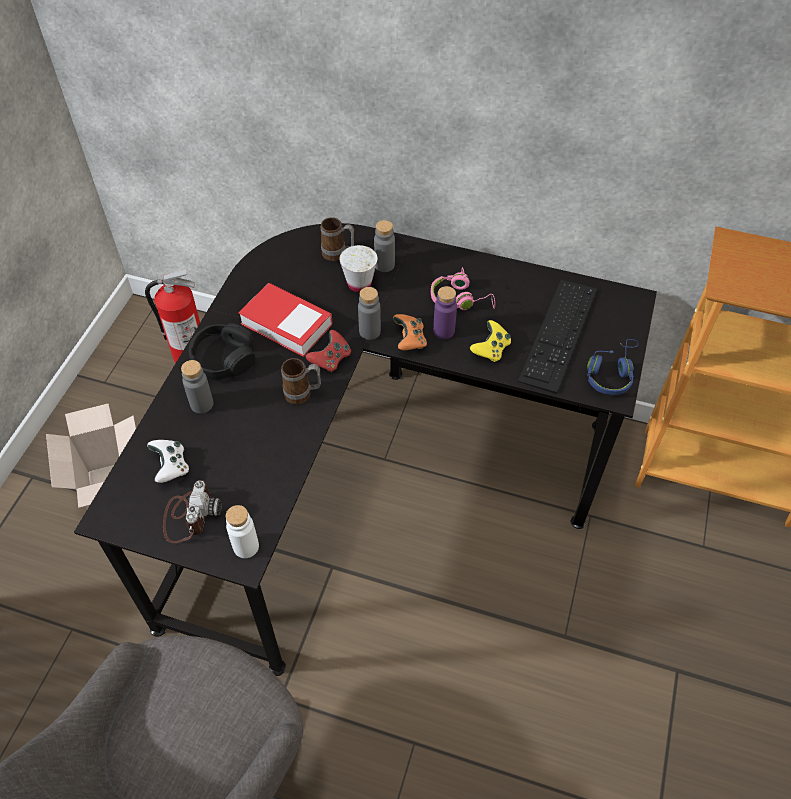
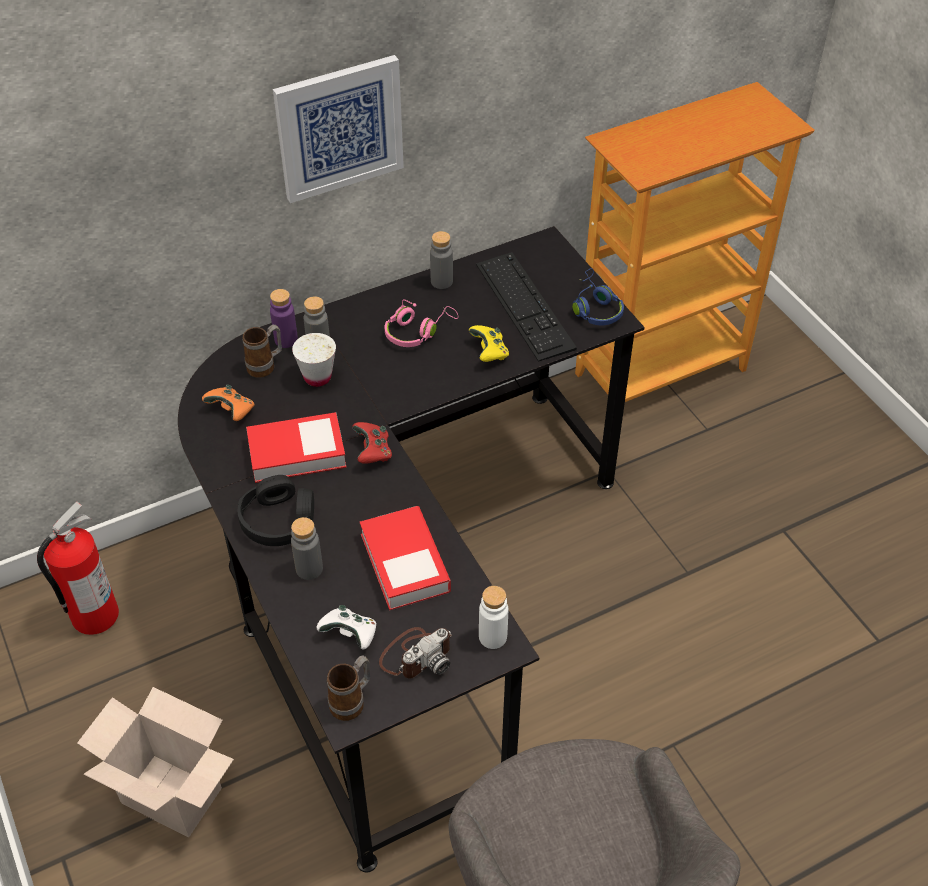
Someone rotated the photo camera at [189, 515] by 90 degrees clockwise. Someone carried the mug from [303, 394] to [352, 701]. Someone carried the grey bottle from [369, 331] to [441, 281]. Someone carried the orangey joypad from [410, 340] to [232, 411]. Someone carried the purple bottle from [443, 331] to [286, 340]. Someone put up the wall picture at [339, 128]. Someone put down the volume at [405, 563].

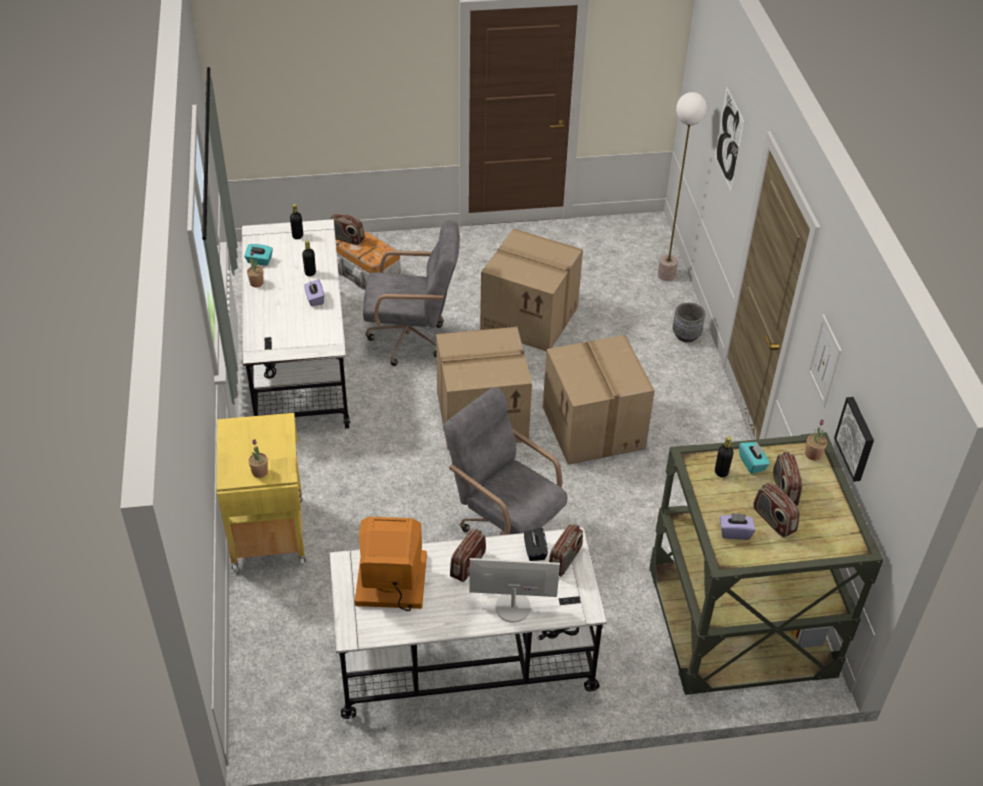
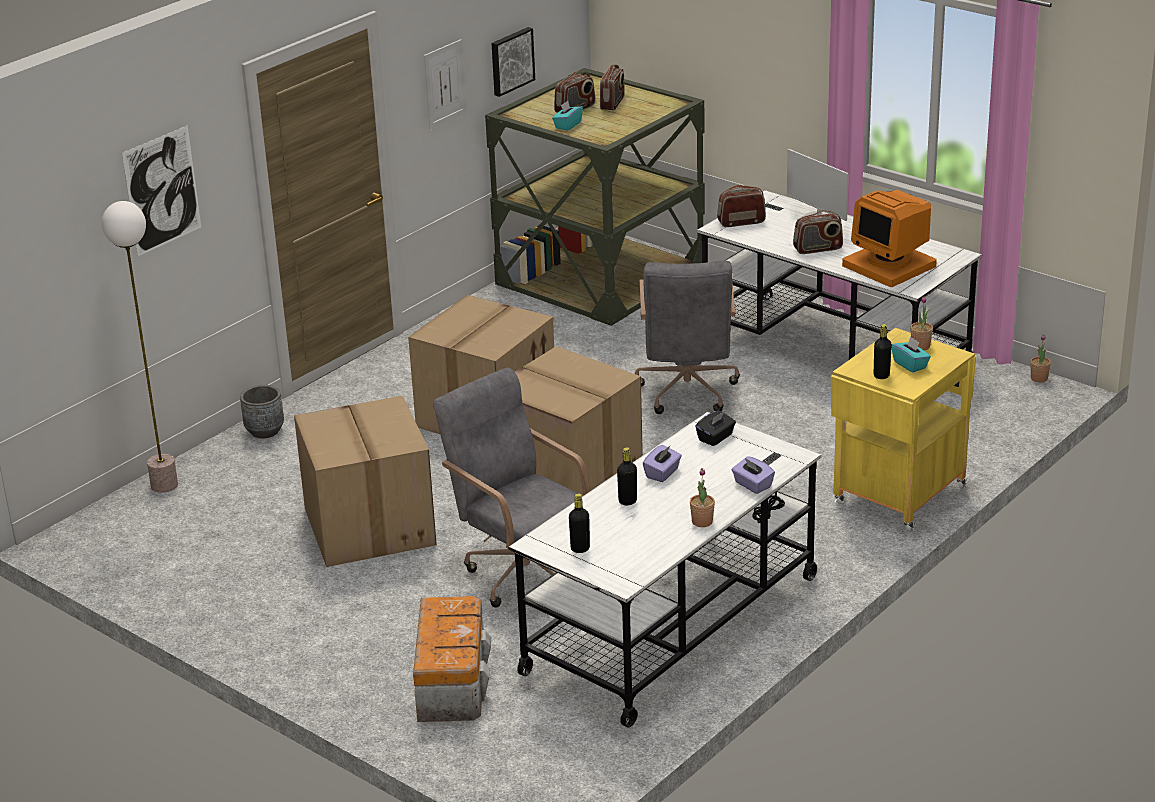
Someone carried the blue-green box of tissues from [259, 261] to [910, 365]. Someone took away the radio at [347, 239]. Someone carried the blackish box of tissues from [534, 551] to [716, 438]. Someone carried the blackish bottle from [721, 472] to [881, 375]. Someone carried the purple box of tissues from [735, 532] to [752, 485]. Someone carried the potted plant from [813, 454] to [1039, 378].

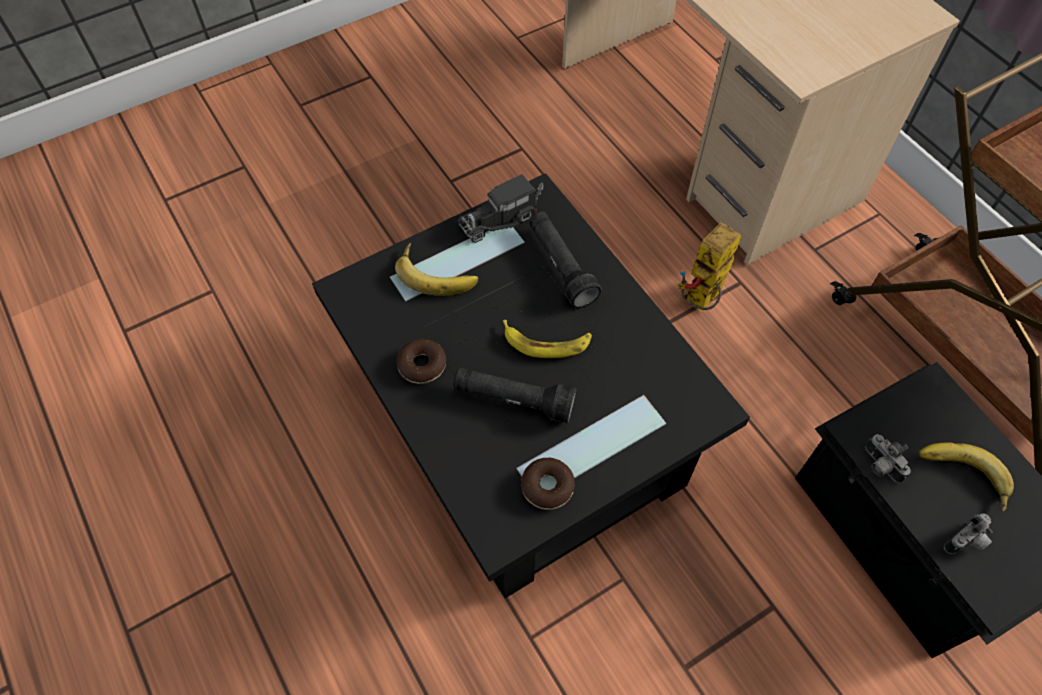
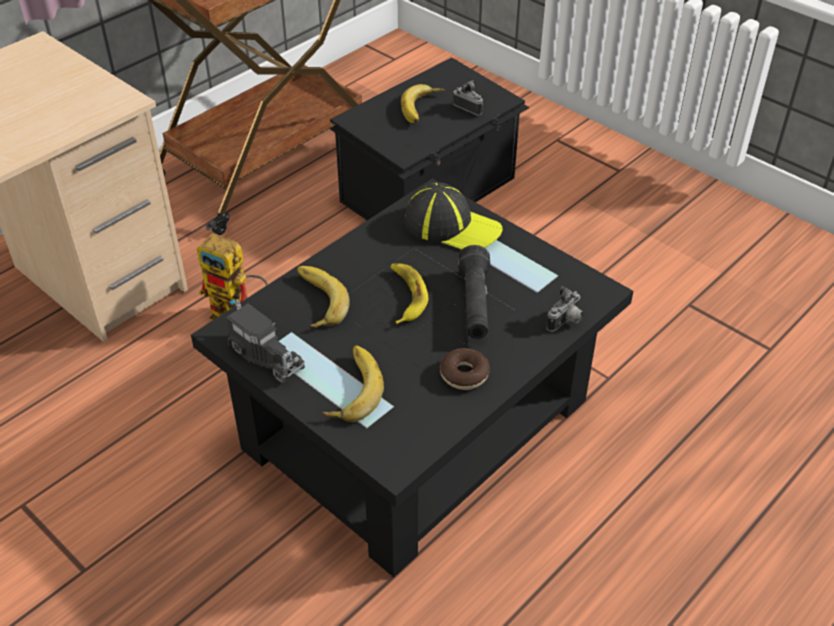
Someone took away the doughnut at [547, 487]. Someone swapped the blackish flashlight at [560, 266] for the banana fruit at [315, 301]. Someone carried the photo camera from [879, 466] to [566, 322]. Someone put down the baseball cap at [452, 226].

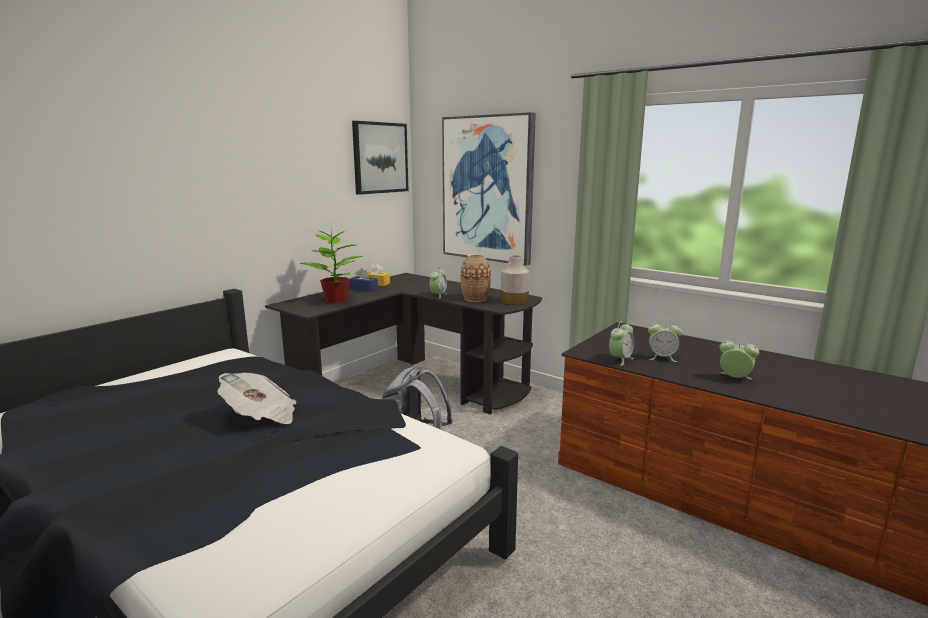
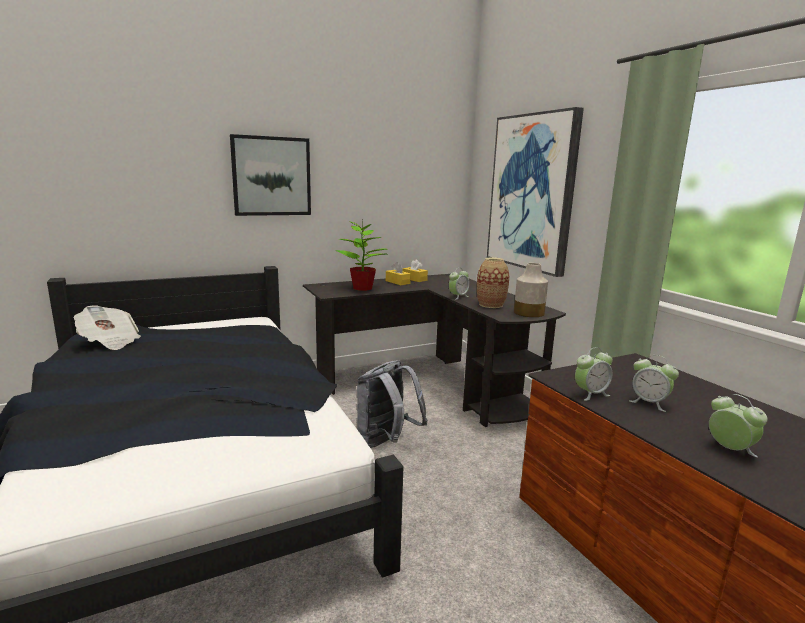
Someone carried the newspaper from [261, 416] to [110, 342]. Someone repainted the bluish box of tissues at [363, 289], which became the yellow box of tissues at [397, 282]. Someone carried the wall picture from [380, 158] to [271, 176].

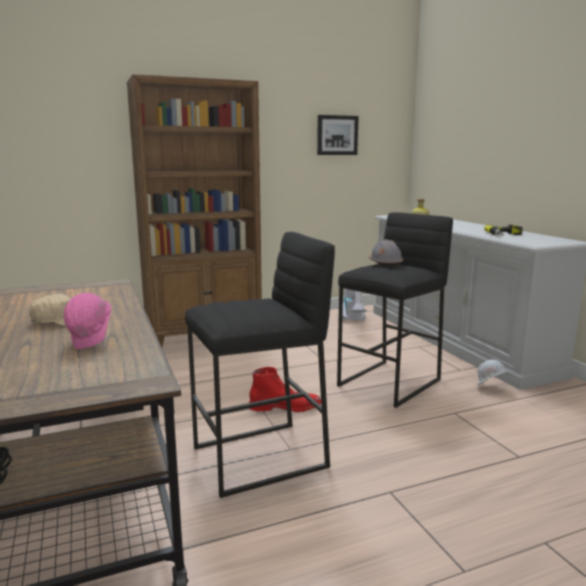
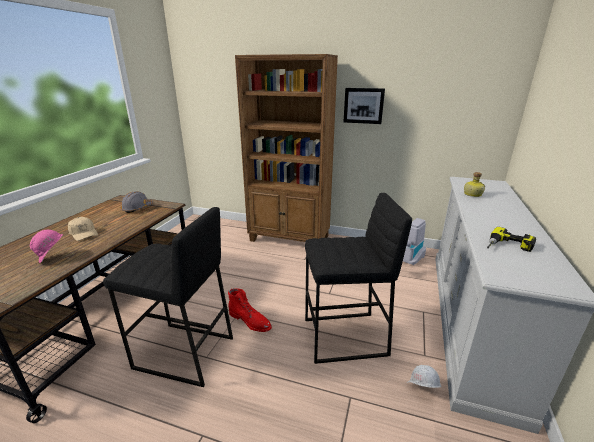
Someone carried the wall picture from [337, 135] to [363, 105]. Someone carried the grey hard hat from [385, 263] to [137, 208].

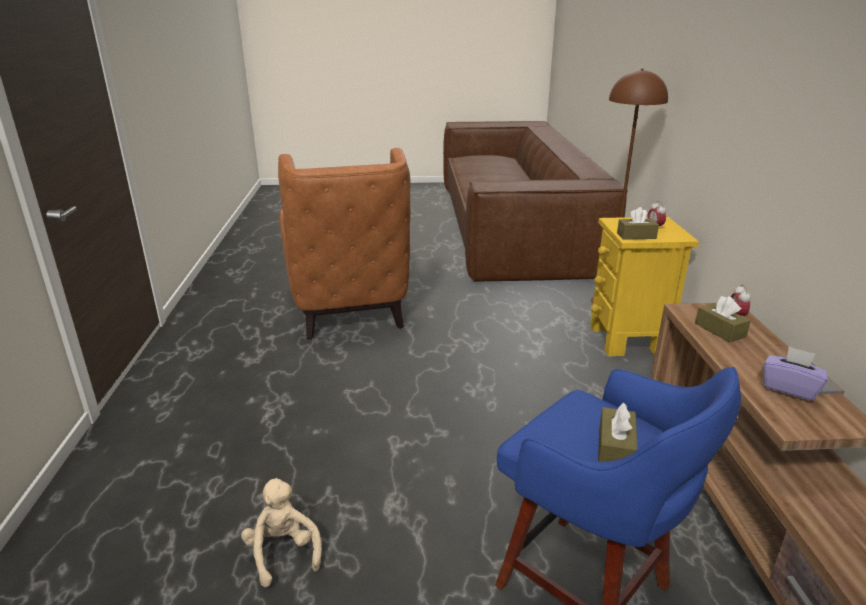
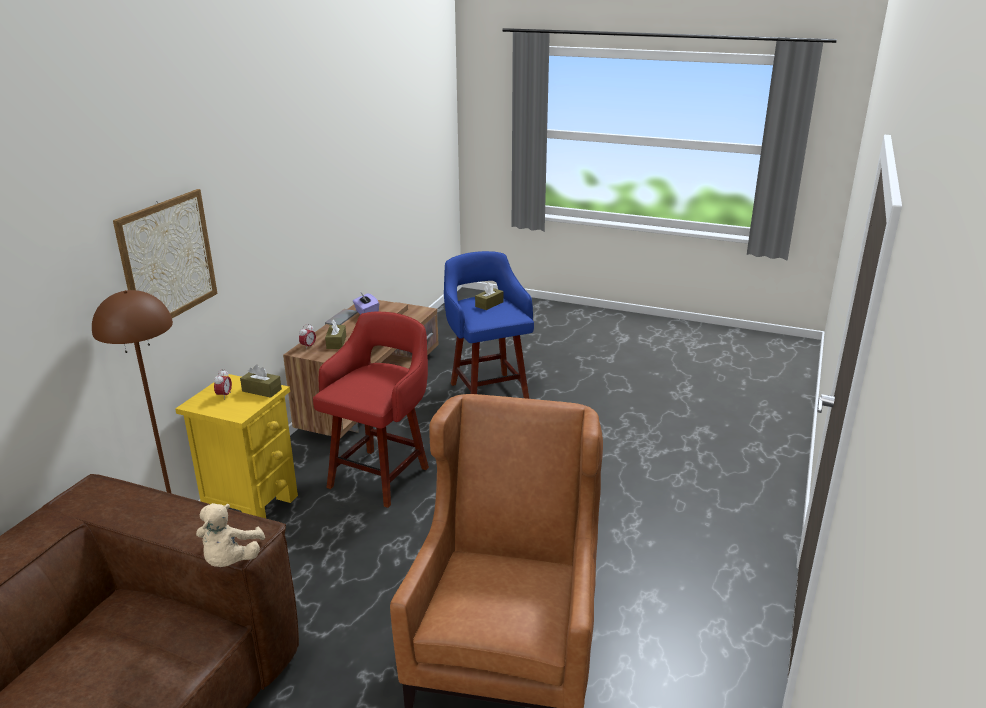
Someone carried the beige soft toy from [283, 552] to [231, 561]. Someone put up the wall picture at [167, 258]. Someone put down the red stool at [382, 475].

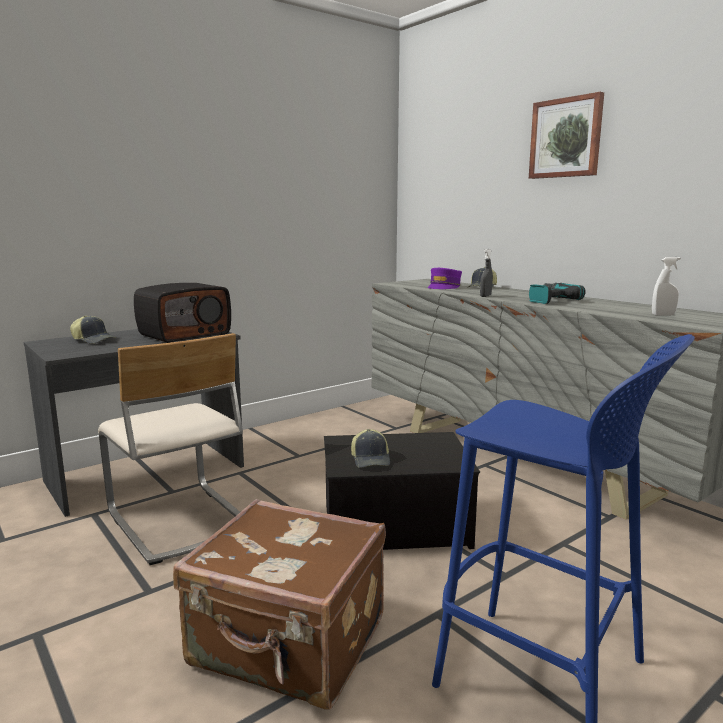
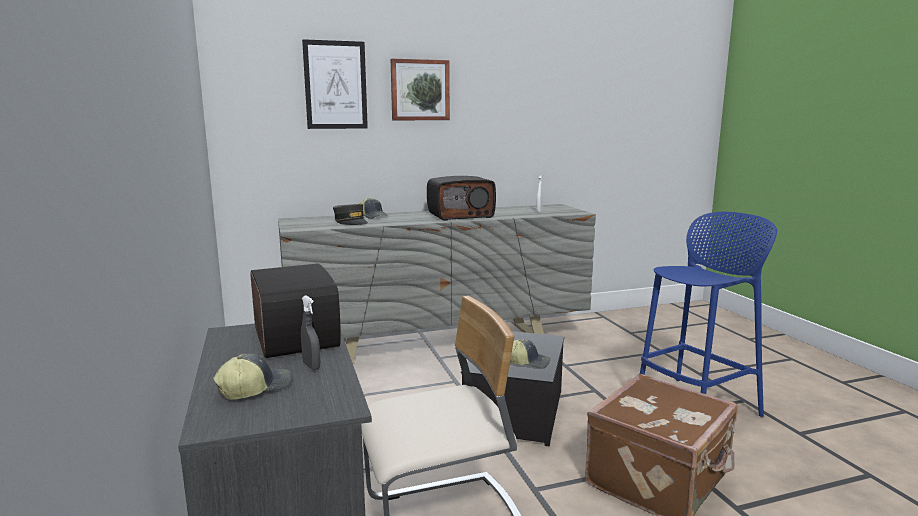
Someone repainted the purple baseball cap at [444, 287], which became the grey baseball cap at [351, 222]. Someone carried the grey hand sprayer from [485, 296] to [311, 366]. Someone swapped the power drill at [549, 300] for the radio at [460, 215]. Someone put up the wall picture at [335, 85].

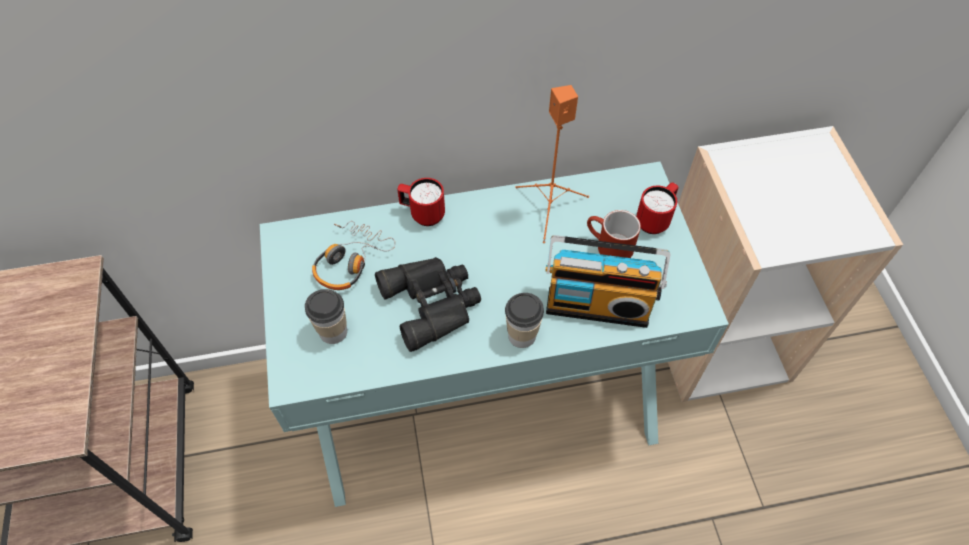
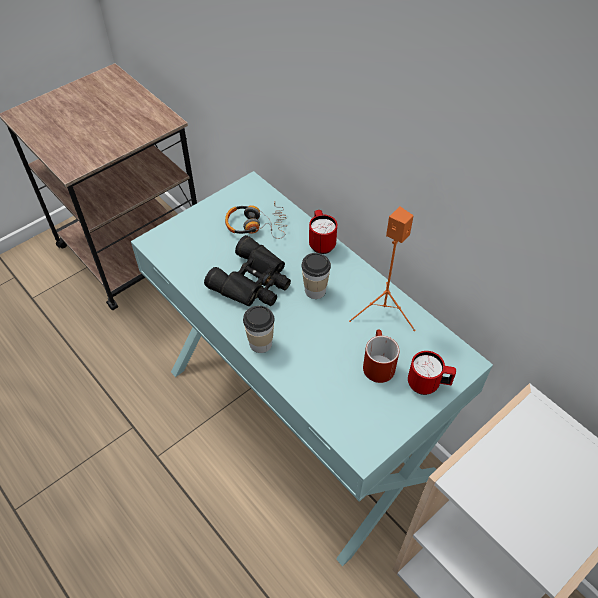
Someone carried the cup from [333, 331] to [315, 290]. Someone took away the radio at [598, 303].

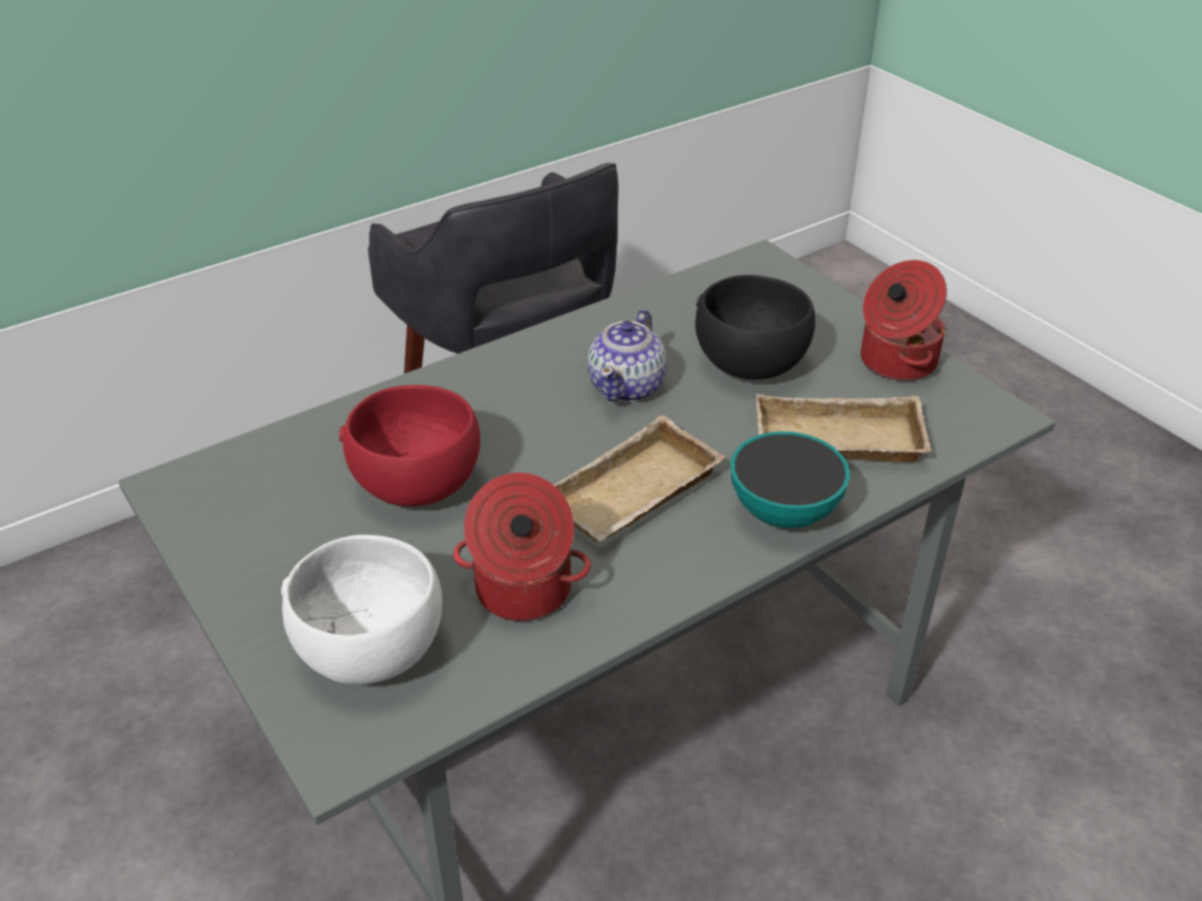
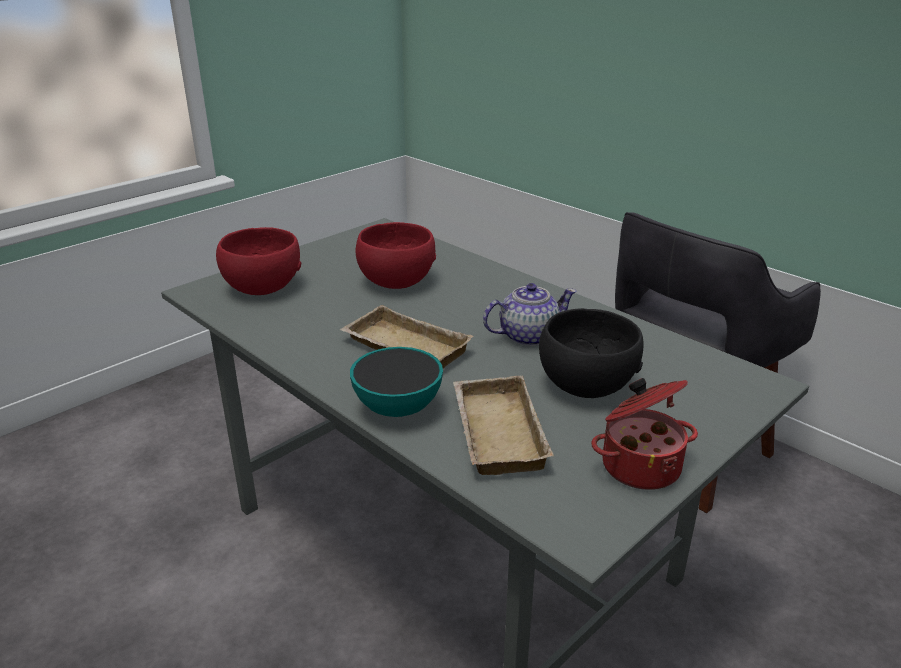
Someone repainted the white bowl at [370, 652], which became the red bowl at [262, 288]. Someone took away the cooking pot at [522, 592]. Someone rotated the pot for tea at [628, 386] by 150 degrees clockwise.

